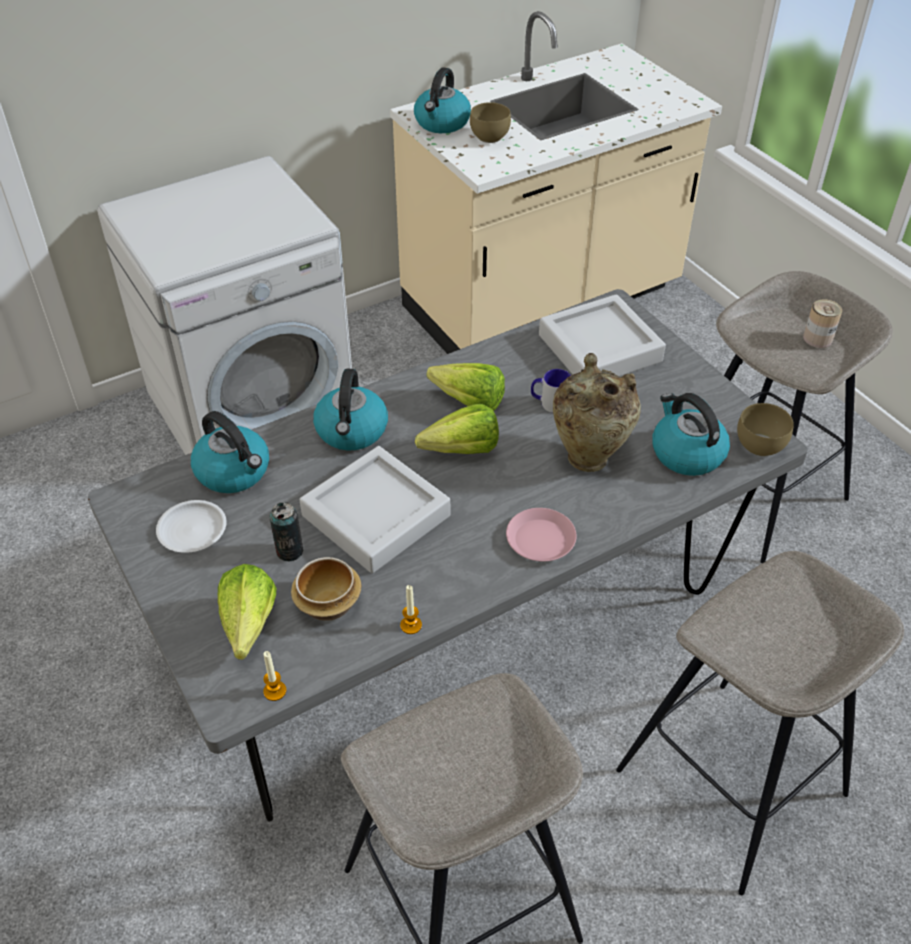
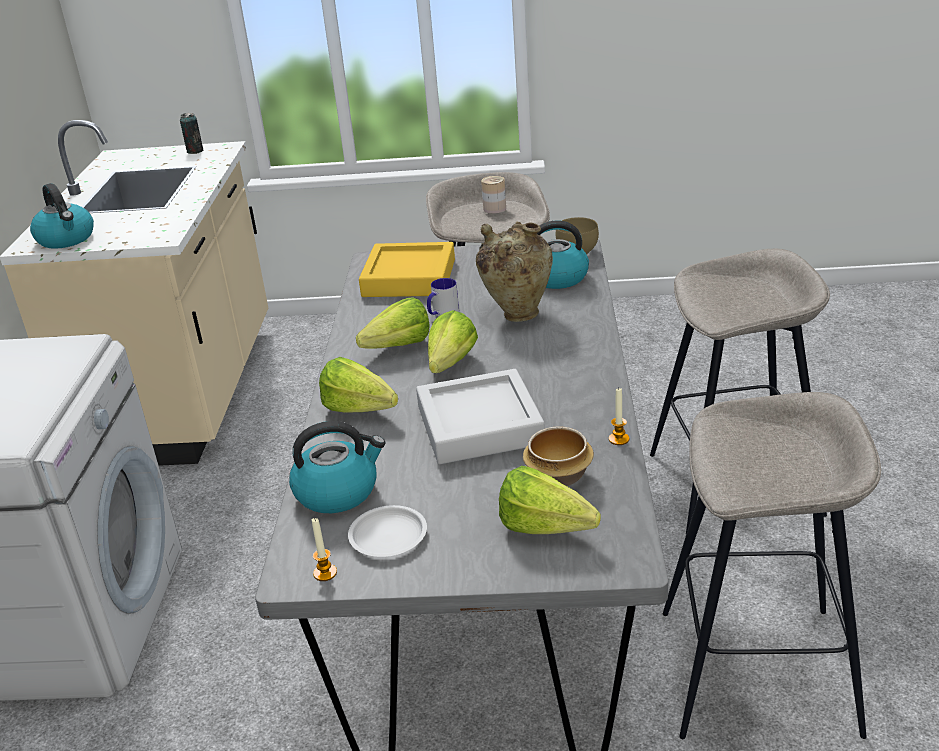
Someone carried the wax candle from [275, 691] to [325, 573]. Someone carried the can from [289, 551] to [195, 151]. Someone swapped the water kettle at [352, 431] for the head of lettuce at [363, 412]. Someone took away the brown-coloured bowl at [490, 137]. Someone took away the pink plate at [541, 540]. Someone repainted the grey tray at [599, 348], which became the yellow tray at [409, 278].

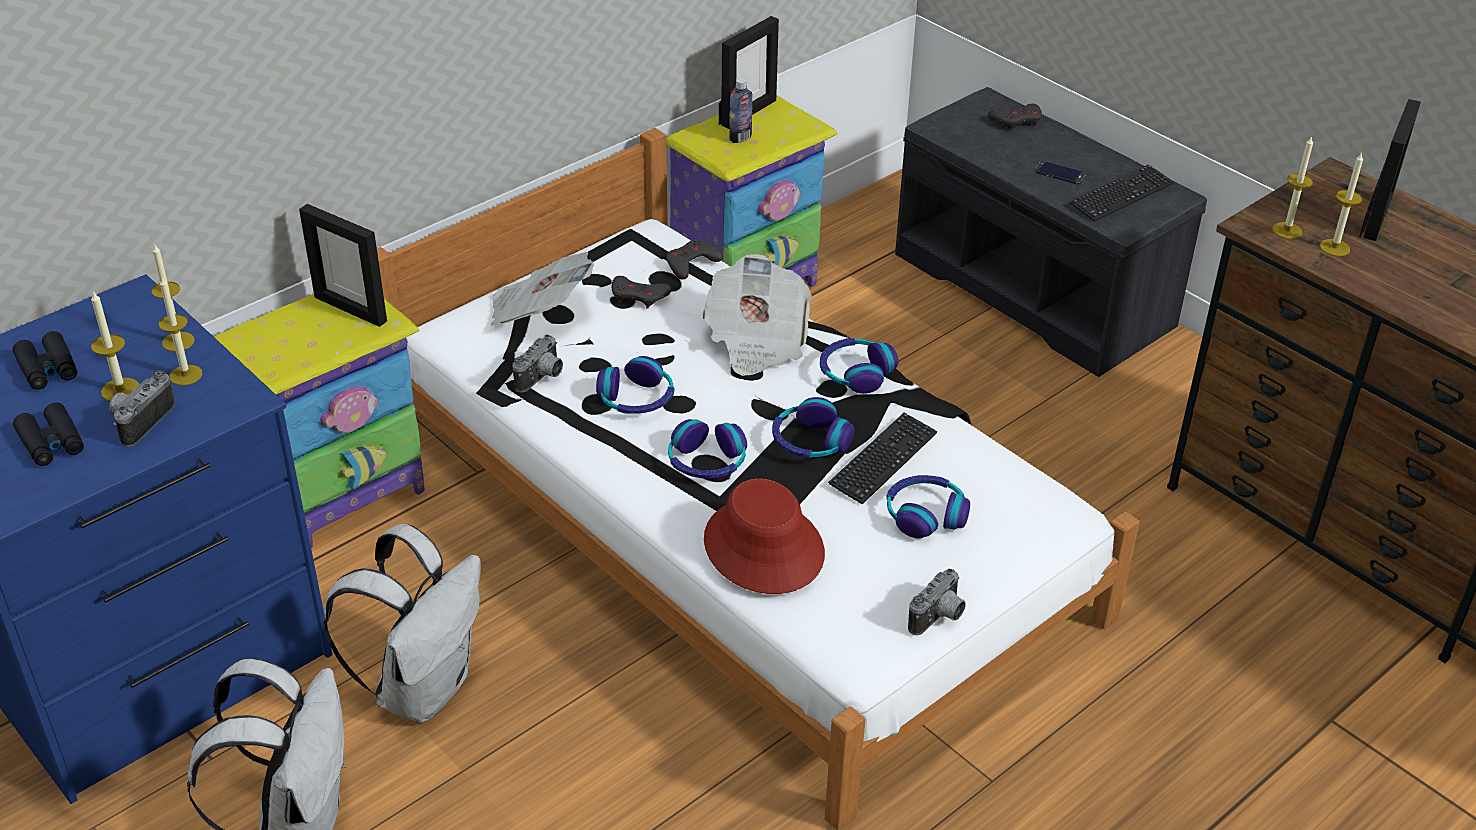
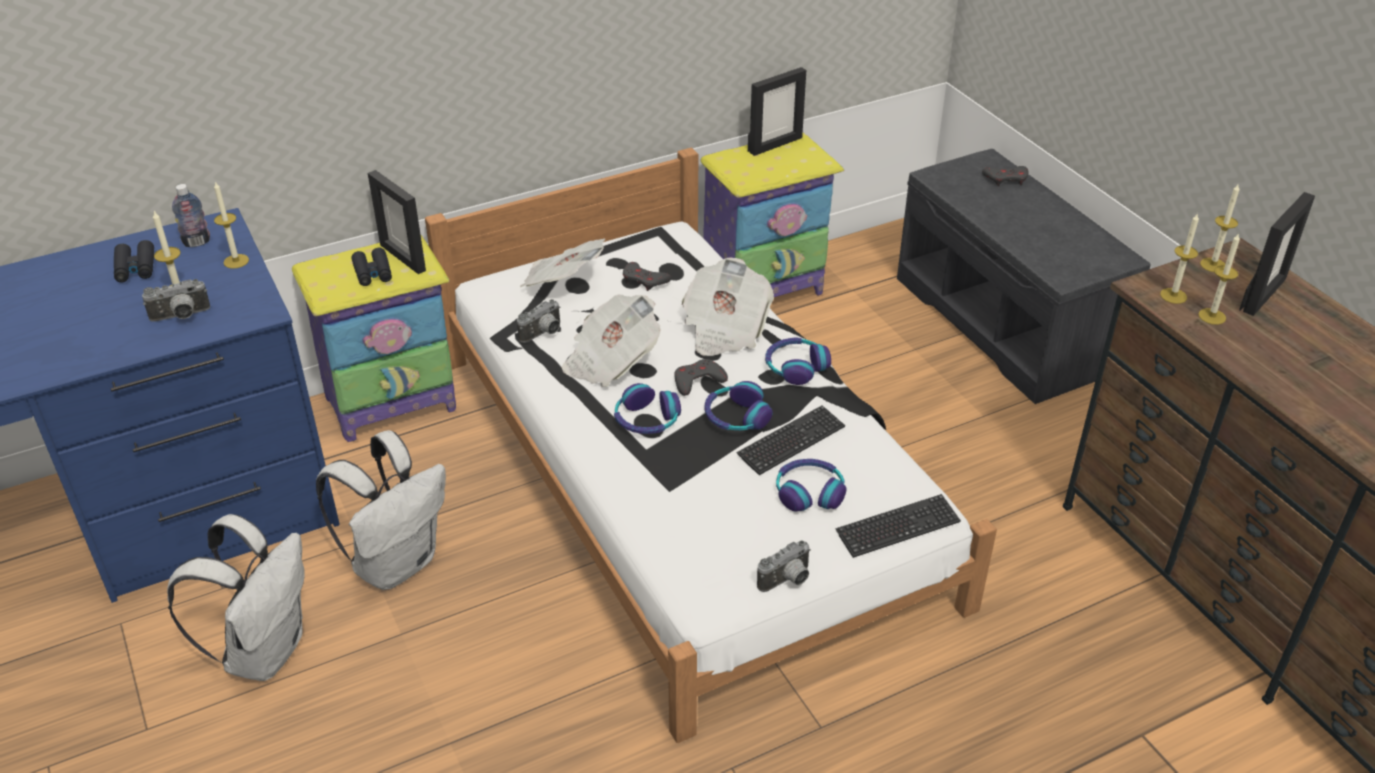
Someone carried the blackish field glasses from [51, 442] to [373, 273]. Someone rotated the photo camera at [140, 421] by 150 degrees counterclockwise. Someone carried the wax candle from [186, 375] to [1213, 265]. Someone swapped the headphones at [636, 399] for the newspaper at [610, 361]. Someone carried the grey joypad from [691, 263] to [698, 381]. Someone took away the red clothing hat at [763, 548]. Someone carried the bottle from [740, 138] to [197, 242]. Someone took away the handset at [1060, 173]. Someone carried the computer keyboard from [1121, 195] to [897, 527].

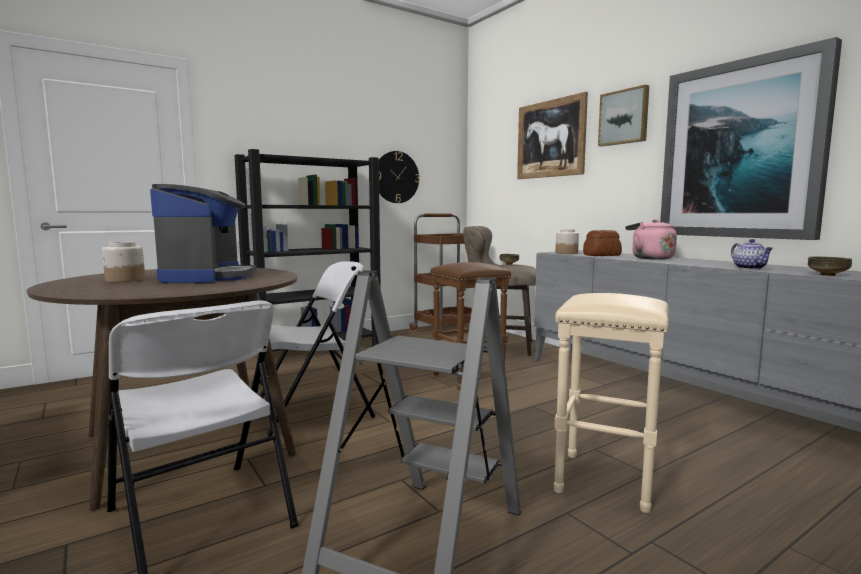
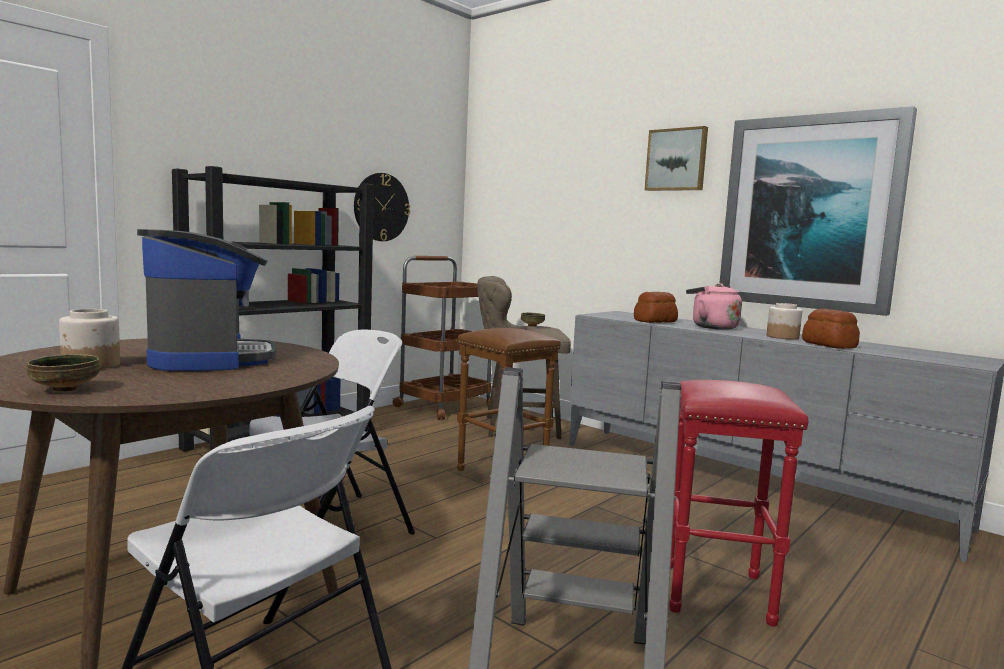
Someone took away the wall picture at [550, 139]. Someone repainted the beige stool at [602, 481], which became the red stool at [714, 593]. Someone carried the preserve jar from [566, 253] to [782, 337]. Someone swapped the pot for tea at [750, 268] for the bakery bread at [829, 345]. Someone carried the bowl from [828, 275] to [66, 389].

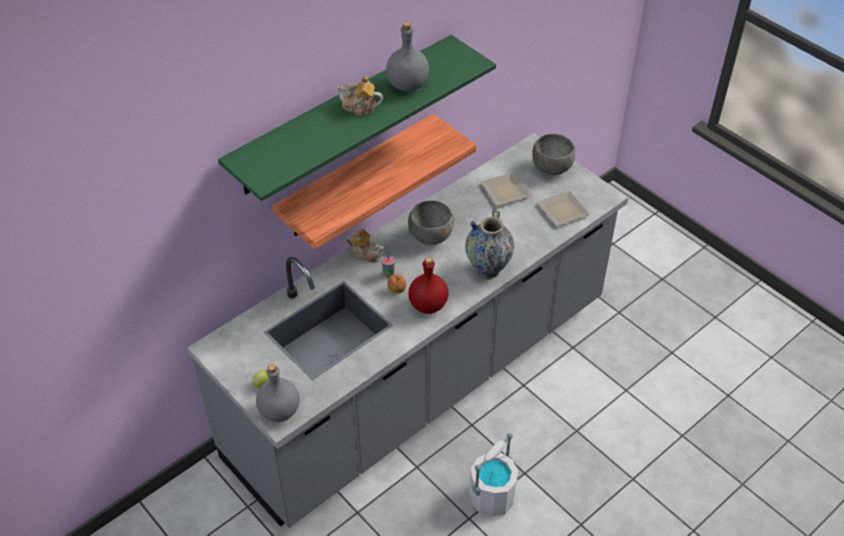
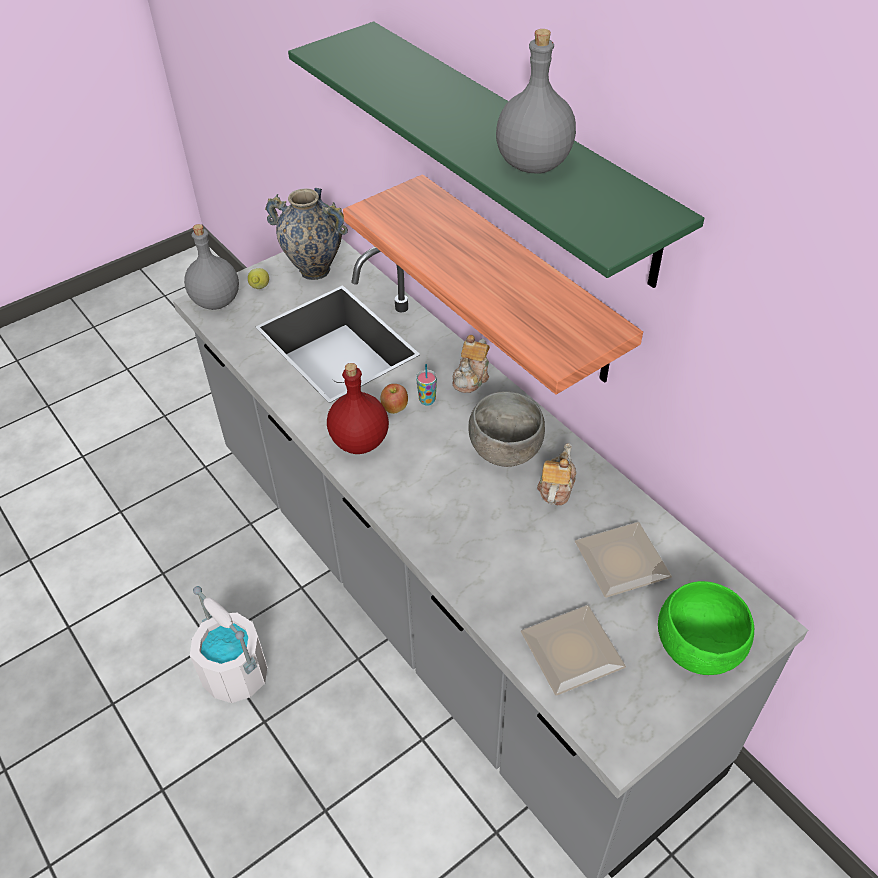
Someone carried the pot for tea from [359, 107] to [555, 487]. Someone carried the flower vase from [488, 270] to [314, 270]. Someone repainted the grey bowl at [552, 168], which became the greenish bowl at [696, 649].

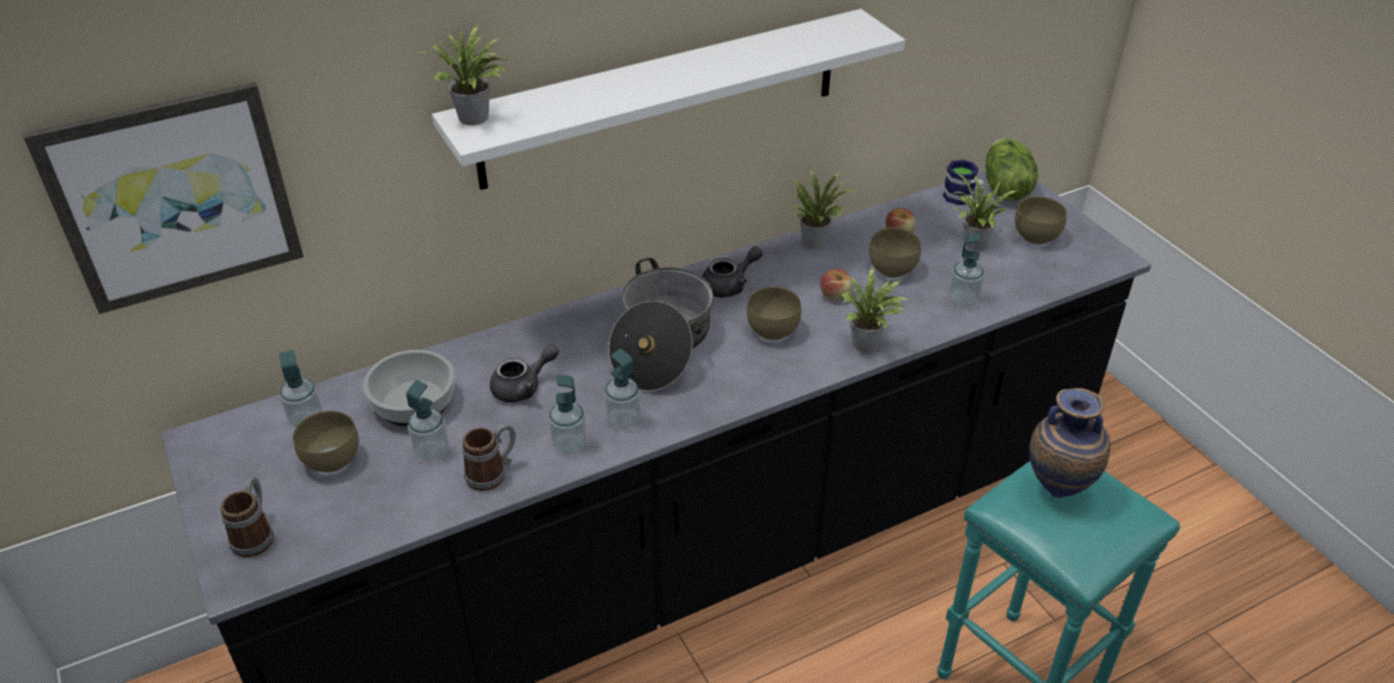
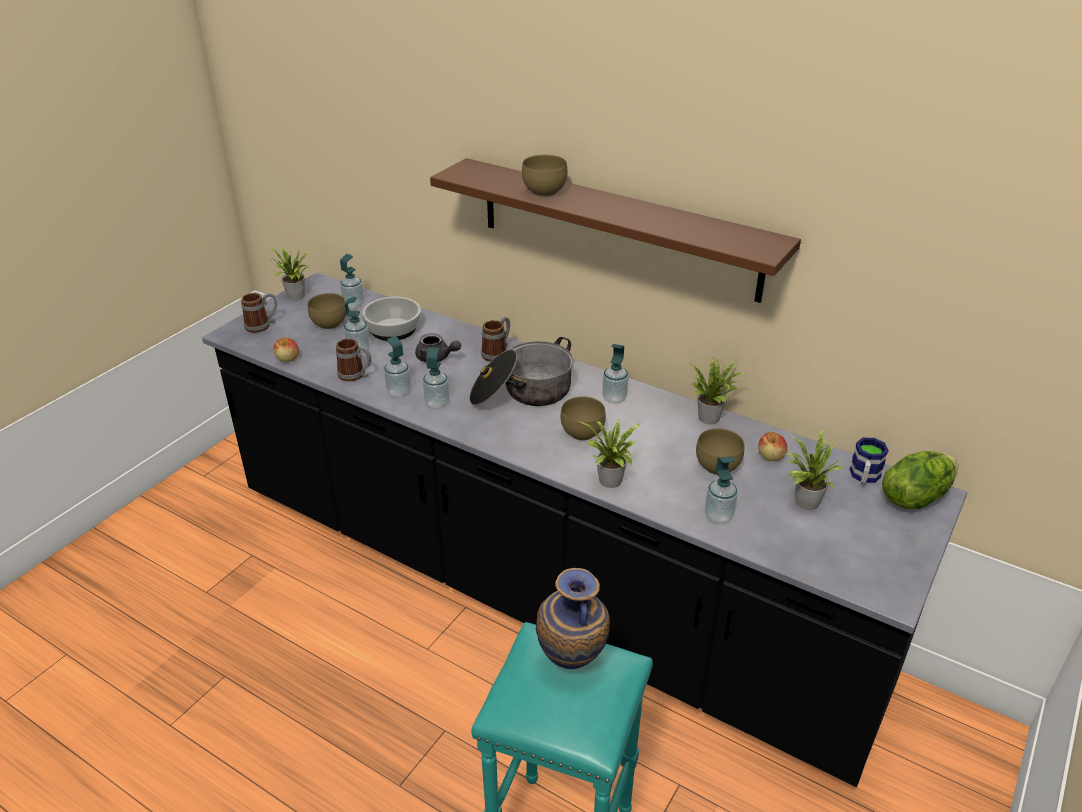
Someone took away the wall picture at [174, 197]. Someone carried the potted plant from [476, 119] to [295, 297]. Someone repainted the white wall shelf at [662, 98], which became the brown-coloured wall shelf at [617, 228]. Someone swapped the grey pot for tea at [730, 285] for the soap dispenser at [614, 398]. Someone carried the apple from [835, 295] to [288, 359]. Someone carried the brown-coloured bowl from [1034, 237] to [542, 192]. Someone put down the mug at [497, 353].

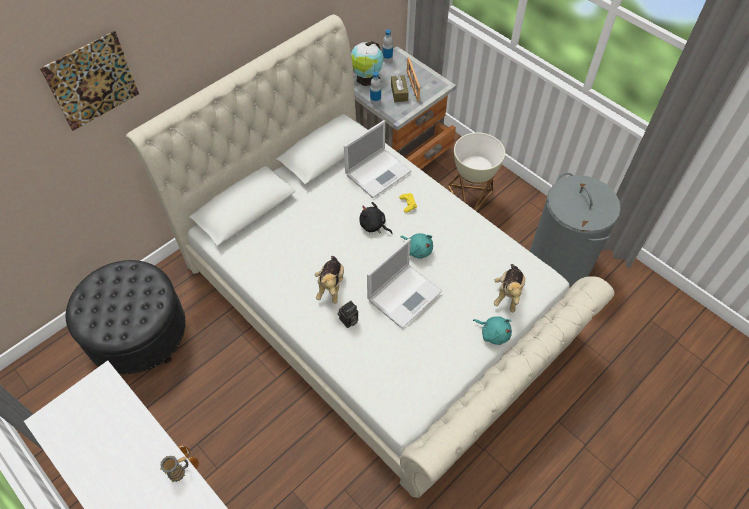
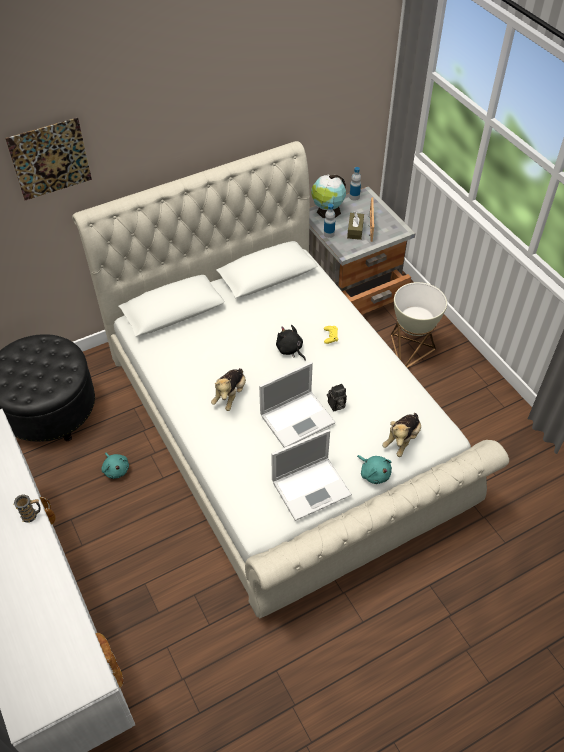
Someone carried the photo camera from [348, 321] to [336, 406]. Someone carried the notebook computer from [379, 172] to [312, 487]. Someone carried the blue-green soft toy from [417, 249] to [116, 469]. Someone took away the grey laundry basket at [560, 260].

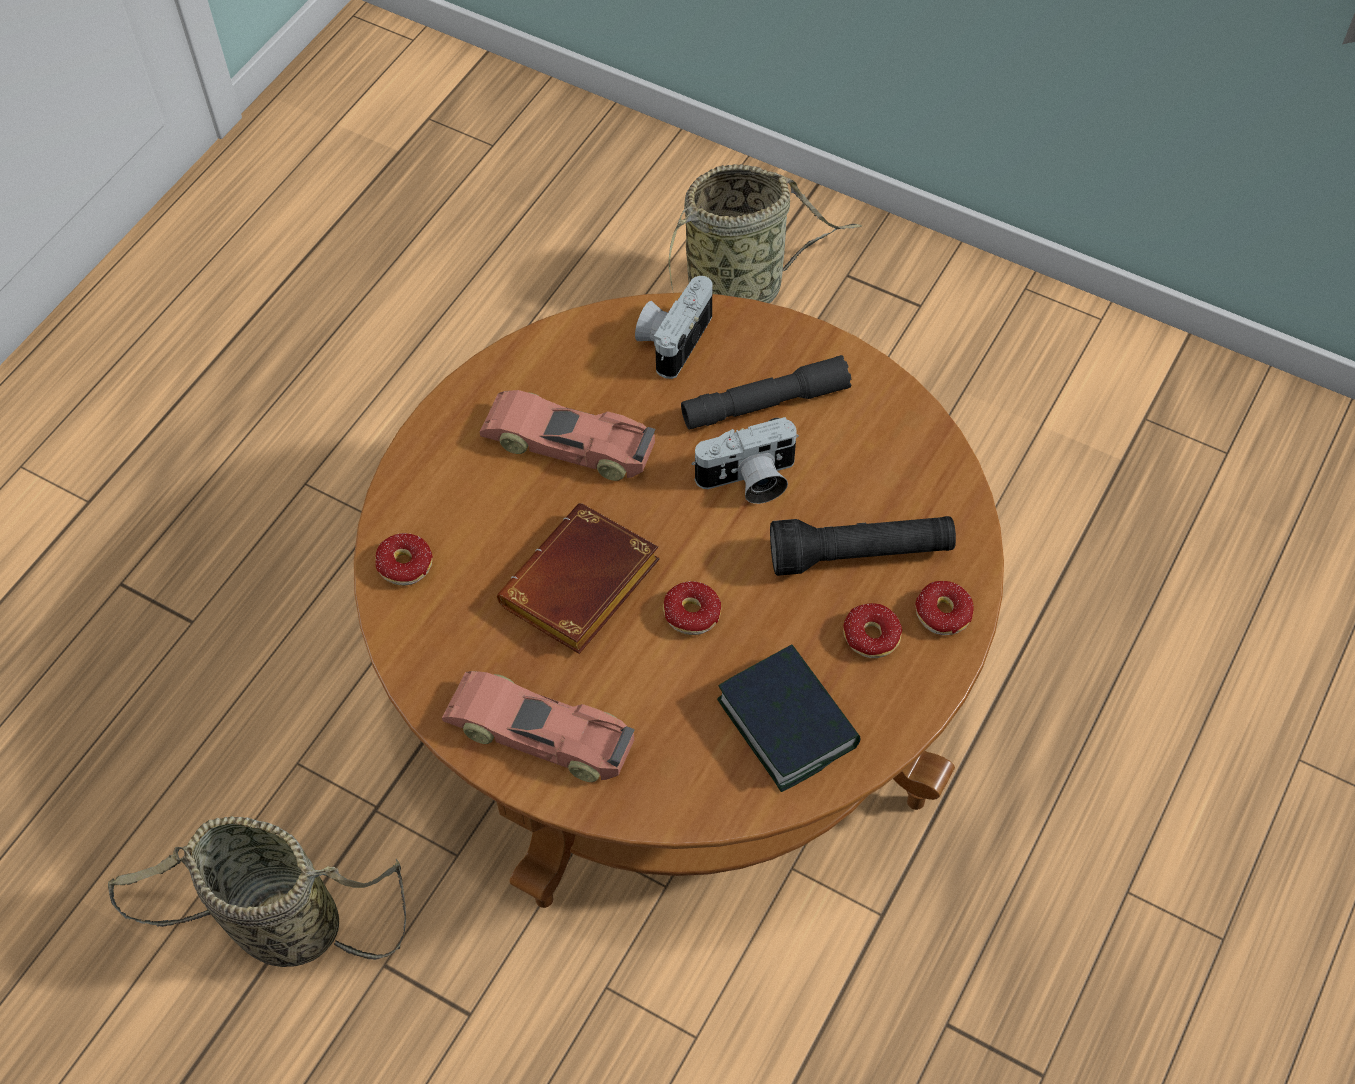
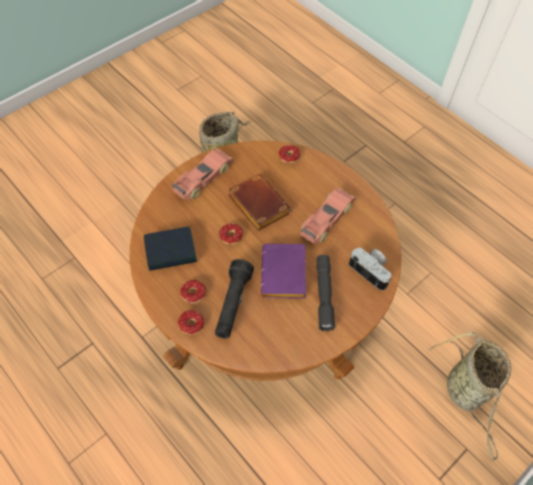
Someone swapped the photo camera at [749, 481] for the purple volume at [285, 275].

